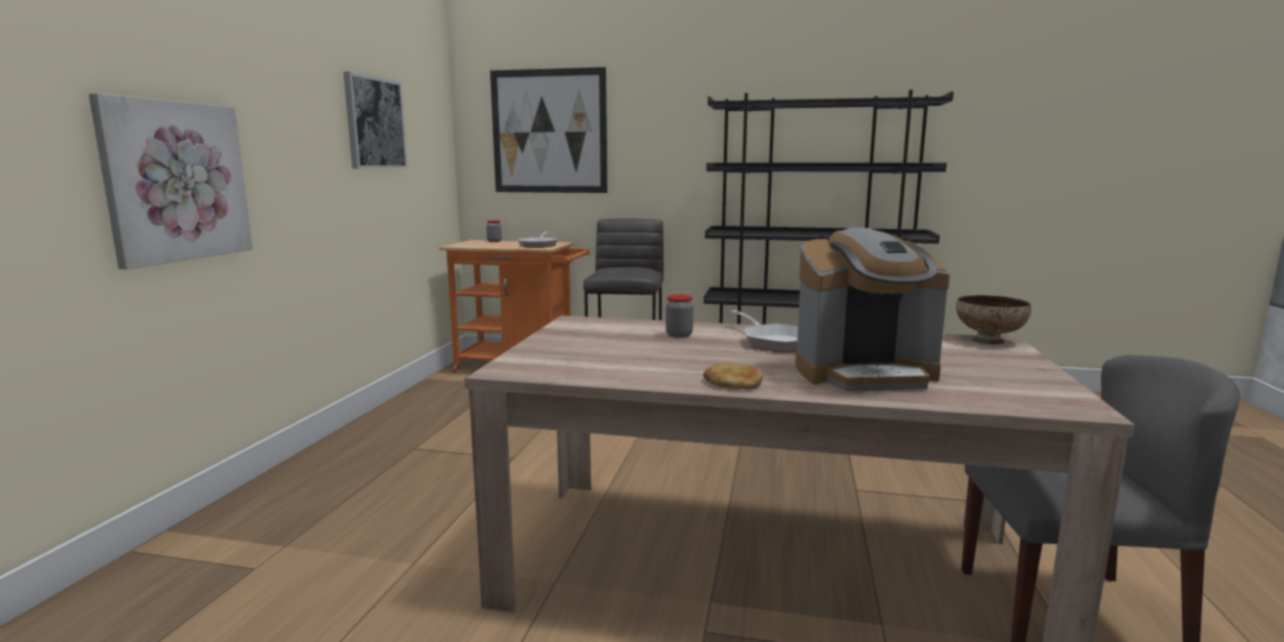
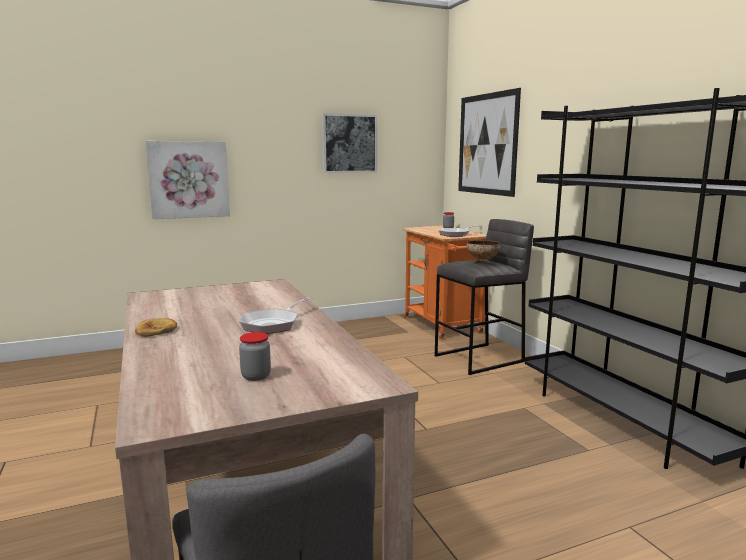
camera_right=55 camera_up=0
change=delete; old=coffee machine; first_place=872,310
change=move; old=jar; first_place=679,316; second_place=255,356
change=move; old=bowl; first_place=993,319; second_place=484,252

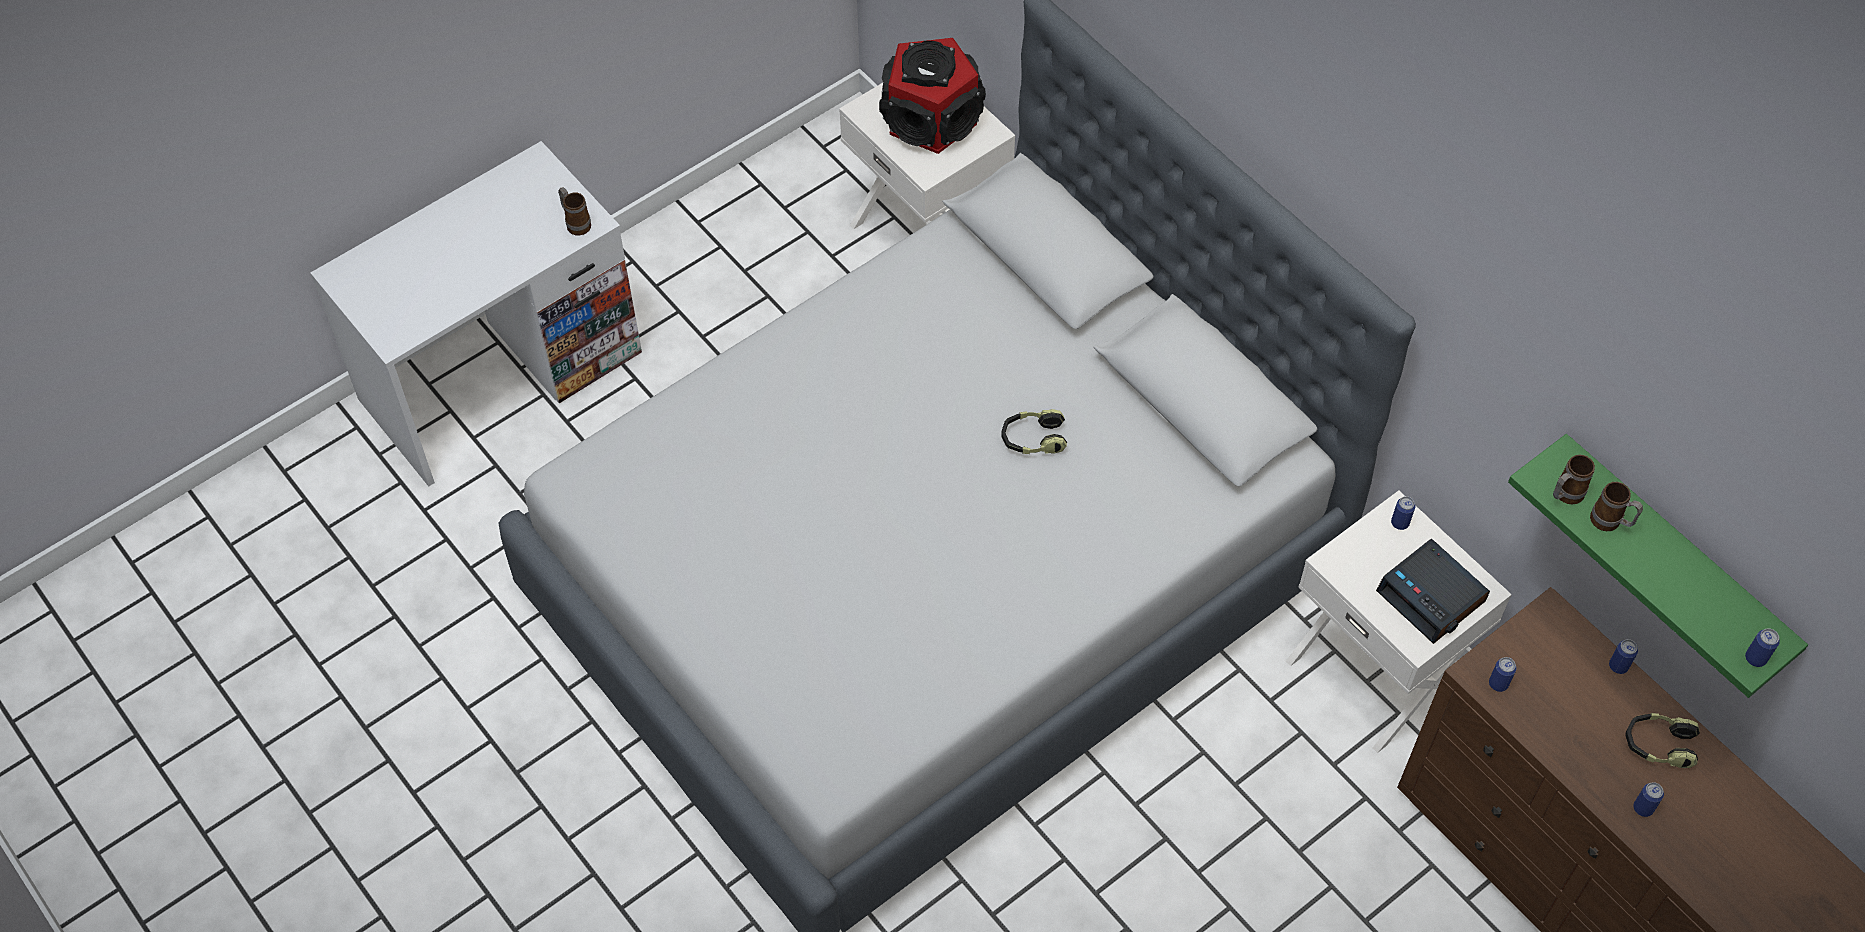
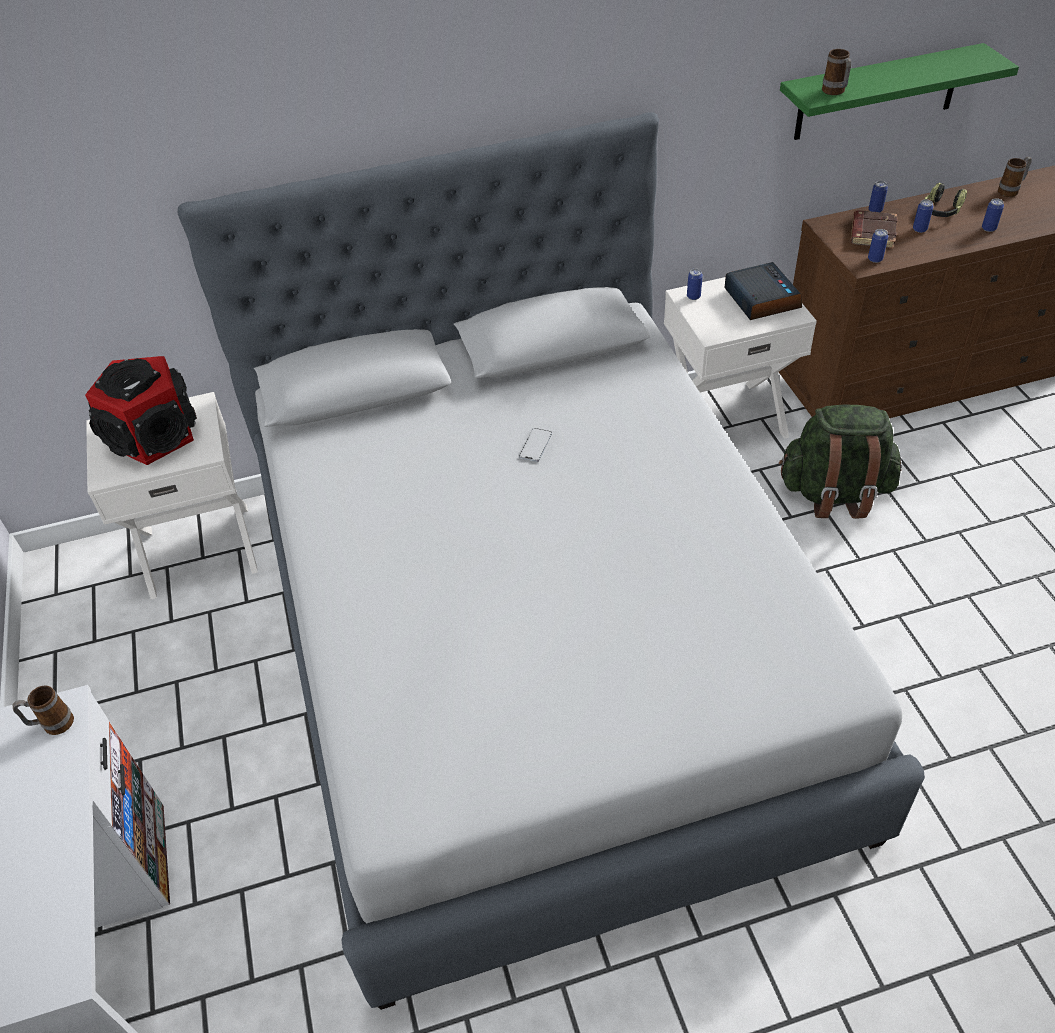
camera_right=-65 camera_up=-10
change=insert; new=backpack (green); second_place=840,462
change=insert; new=book (brown); second_place=874,229
change=move; old=mug; first_place=1616,506; second_place=1015,176
change=move; old=can; first_place=1762,647; second_place=923,216
change=replace; old=headphones; new=phone; first_place=1034,431; second_place=535,445
change=rotate; old=alarm clock; first_place=1433,591; second_place=763,291; degrees=-90

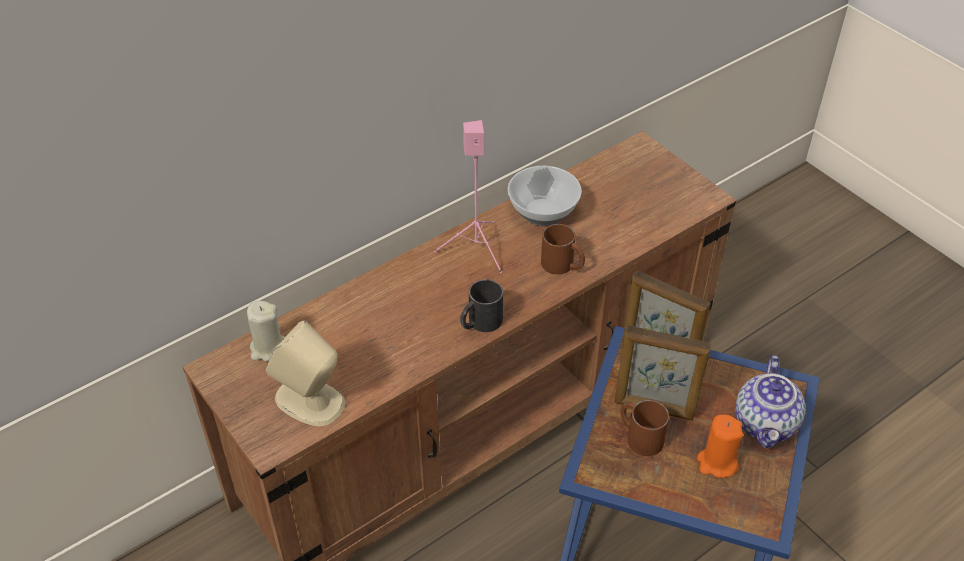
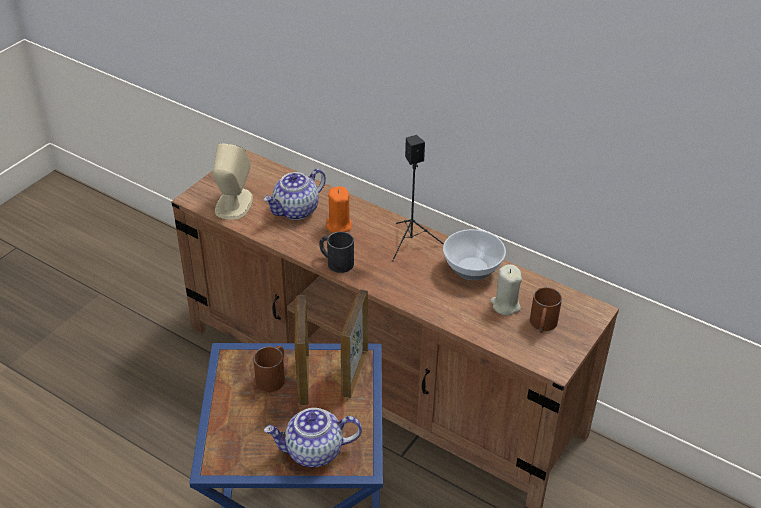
camera_right=70 camera_up=-5
change=insert; new=teapot; second_place=294,194
change=move; old=candle (beige); first_place=266,331; second_place=506,290
change=move; old=mug (brown); first_place=563,249; second_place=546,310
change=move; old=candle (orange); first_place=720,446; second_place=339,209
change=recolor; old=speaker (pink); new=speaker (black); first_place=468,196; second_place=418,198

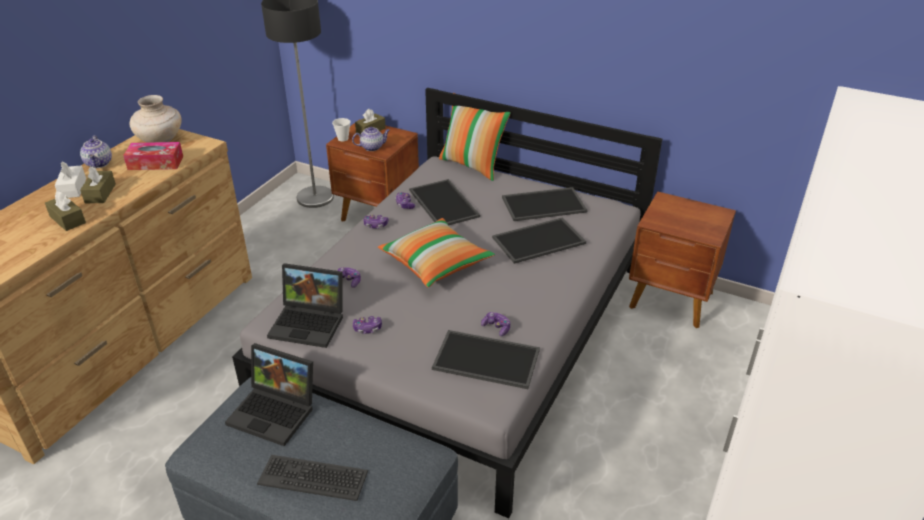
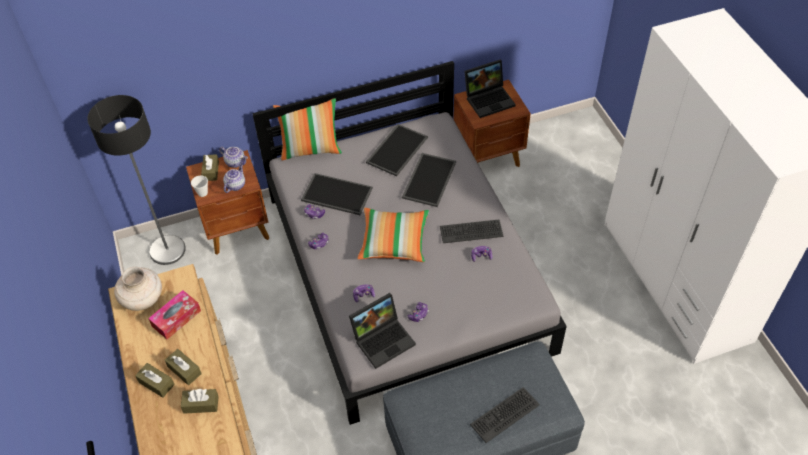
camera_right=-45 camera_up=15
change=delete; old=tray; first_place=486,359
change=insert; new=keyboard; second_place=472,231
change=move; old=teapot; first_place=96,151; second_place=233,157
change=move; old=laptop; first_place=269,394; second_place=490,89
change=recolor; old=tissue box (white); new=tissue box (brown); first_place=70,179; second_place=155,380

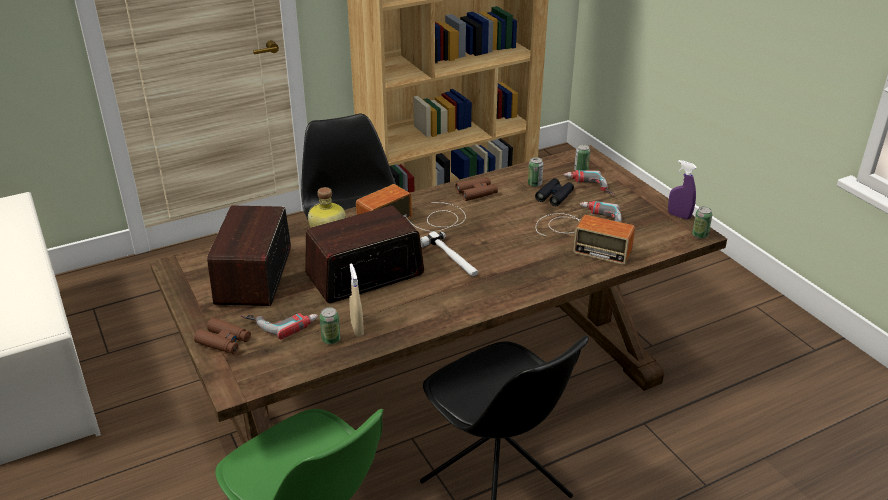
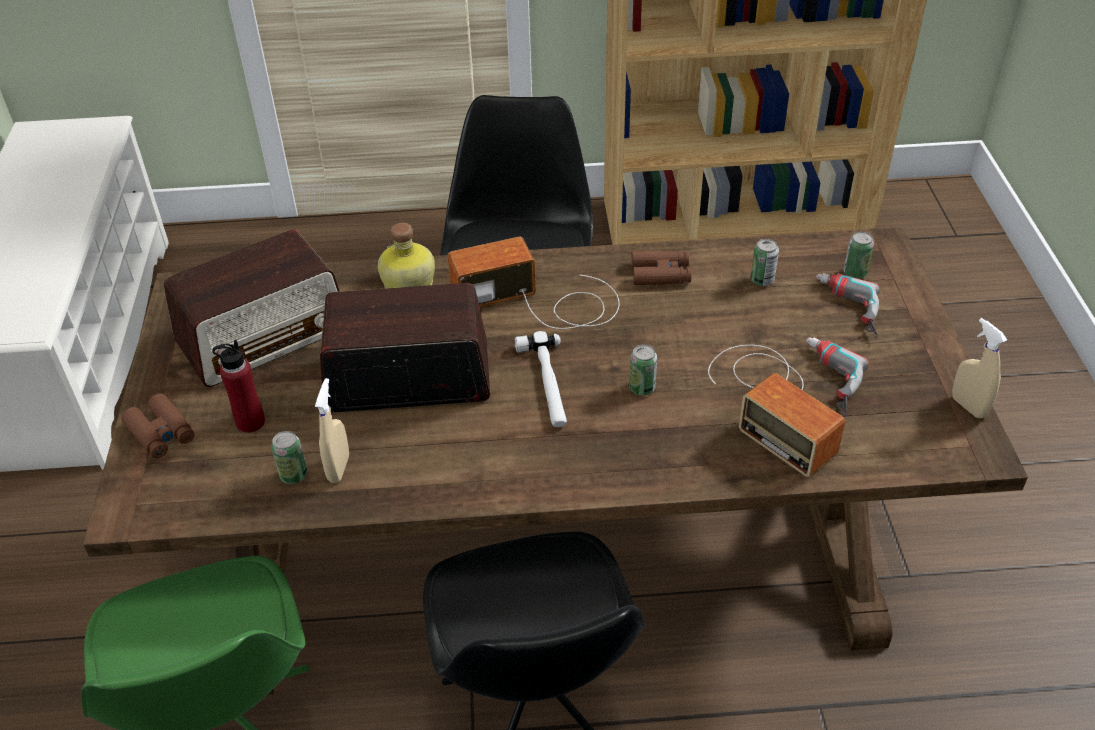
camera_right=25 camera_up=10
change=delete; old=binoculars (black); first_place=554,192
change=move; old=can; first_place=702,223; second_place=643,370
change=replace; old=power drill; new=bottle (red); first_place=279,326; second_place=238,386
change=recolor; old=spray bottle (purple); new=spray bottle (beige); first_place=682,190; second_place=979,368
change=rotate; old=radio; first_place=249,255; second_place=252,308; degrees=-150

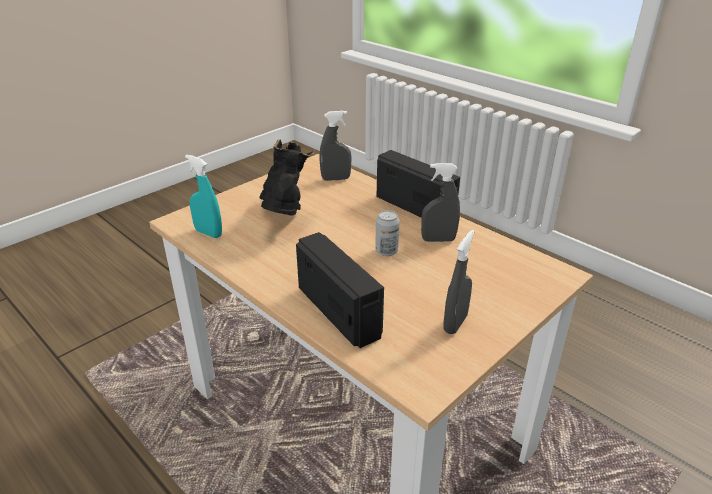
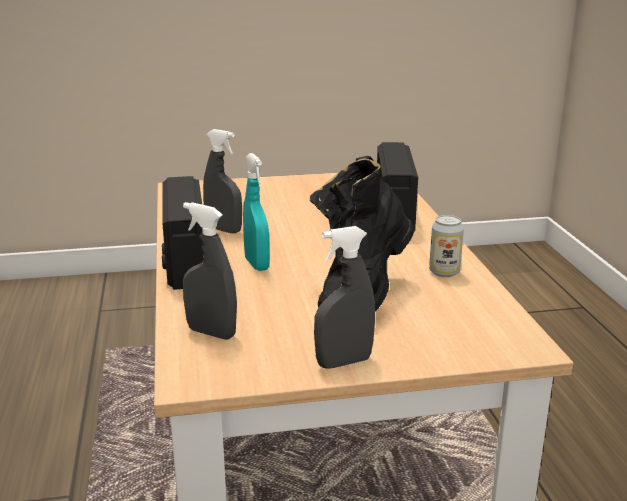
camera_right=-145 camera_up=-10
change=move; old=spray bottle (turquoise); first_place=203,196; second_place=256,212
change=move; old=can; first_place=387,233; second_place=446,246
change=move; old=spray bottle (grey); first_place=459,282; second_place=344,297

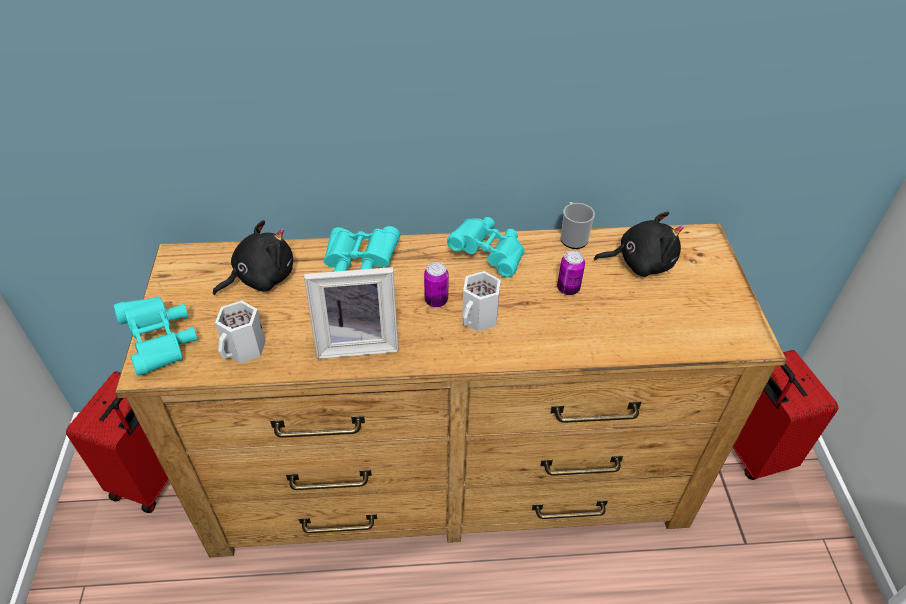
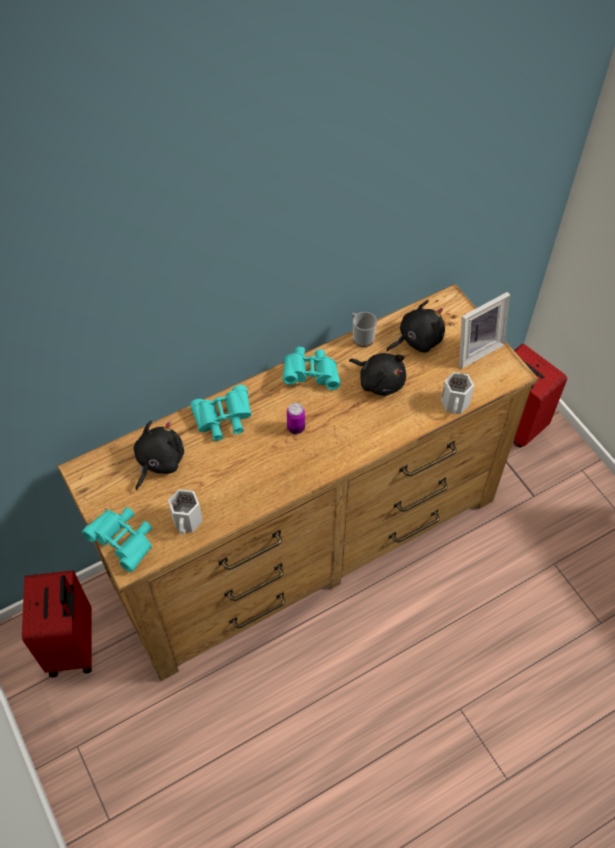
camera_right=-25 camera_up=10
change=move; old=picture frame; first_place=351,313; second_place=484,330
change=move; old=mug (white); first_place=481,301; second_place=457,393
change=replace; old=can; new=plush toy (black); first_place=571,272; second_place=377,374

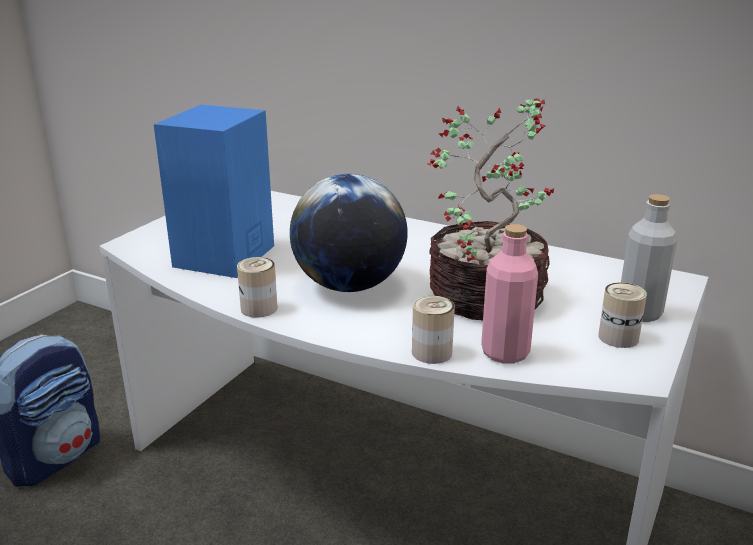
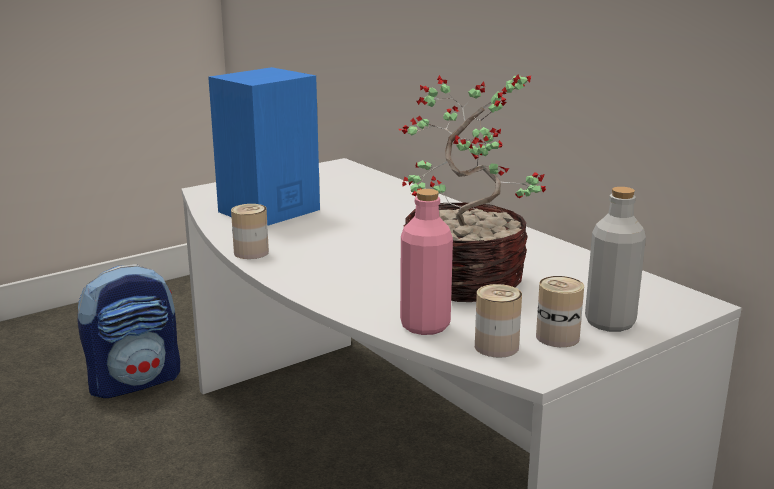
camera_right=25 camera_up=-5
change=delete; old=globe; first_place=349,233
change=move; old=can; first_place=433,330; second_place=498,321

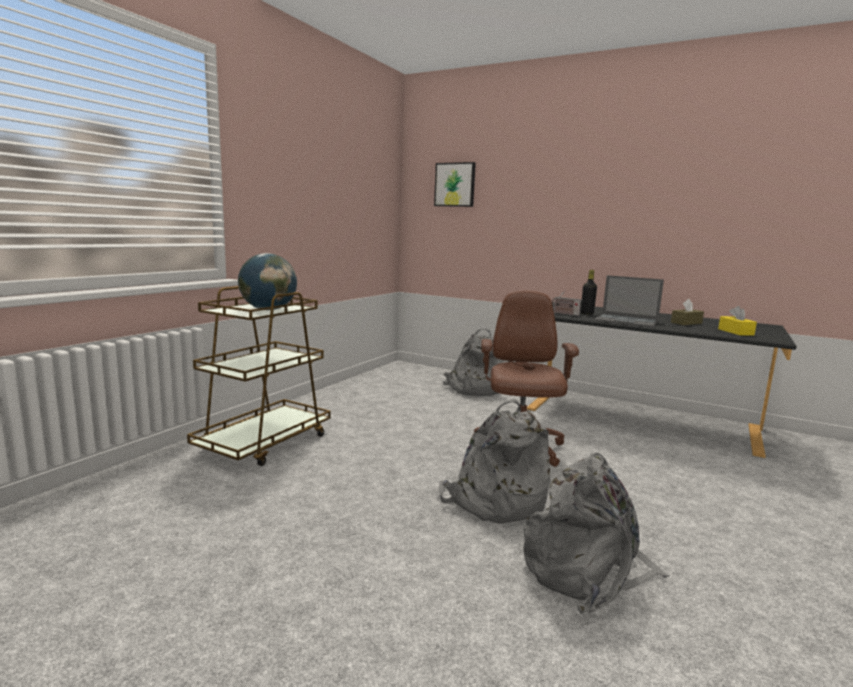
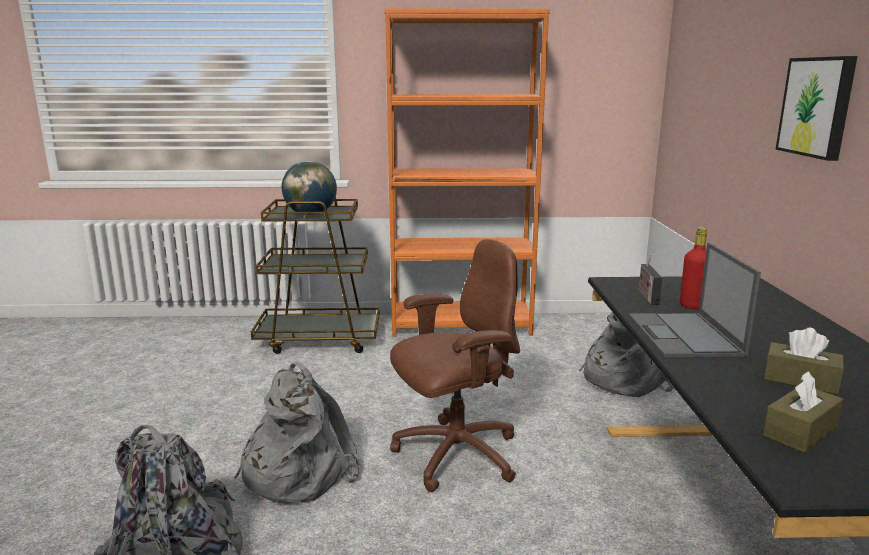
camera_right=60 camera_up=5
change=insert; new=bookcase (orange); second_place=467,172
change=move; old=picture; first_place=455,184; second_place=817,108
change=recolor; old=bottle (black); new=bottle (red); first_place=589,292; second_place=693,268
change=recolor; old=tissue box (yellow); new=tissue box (brown); first_place=737,321; second_place=803,412

